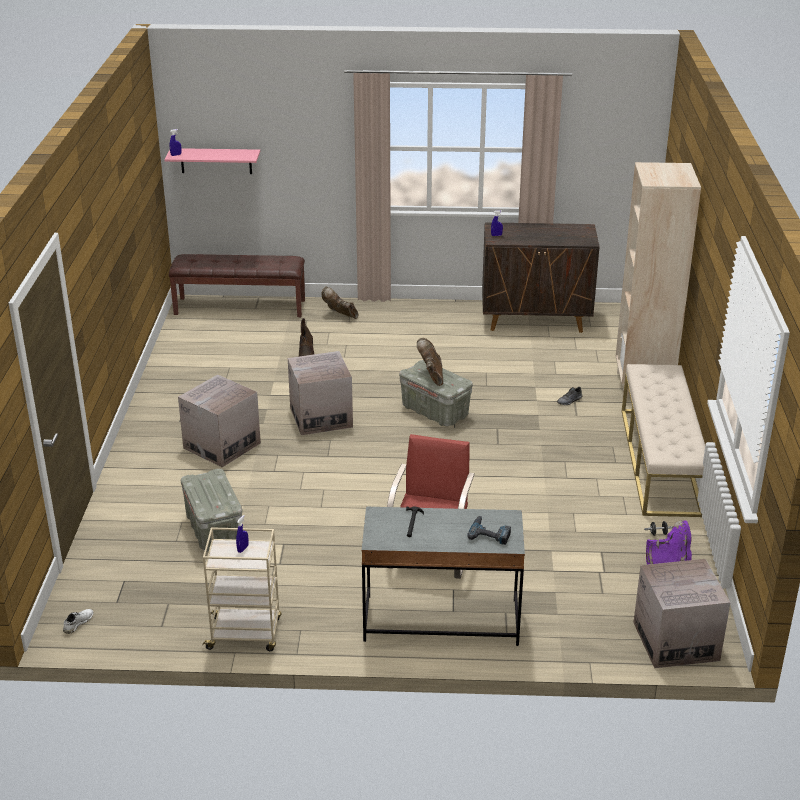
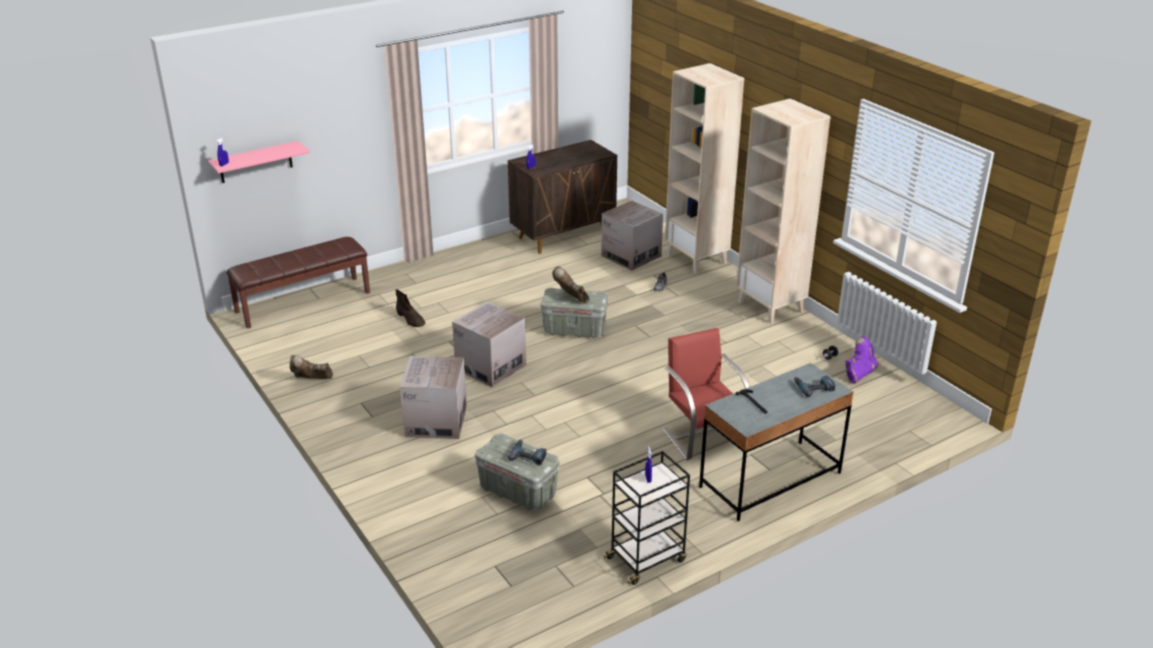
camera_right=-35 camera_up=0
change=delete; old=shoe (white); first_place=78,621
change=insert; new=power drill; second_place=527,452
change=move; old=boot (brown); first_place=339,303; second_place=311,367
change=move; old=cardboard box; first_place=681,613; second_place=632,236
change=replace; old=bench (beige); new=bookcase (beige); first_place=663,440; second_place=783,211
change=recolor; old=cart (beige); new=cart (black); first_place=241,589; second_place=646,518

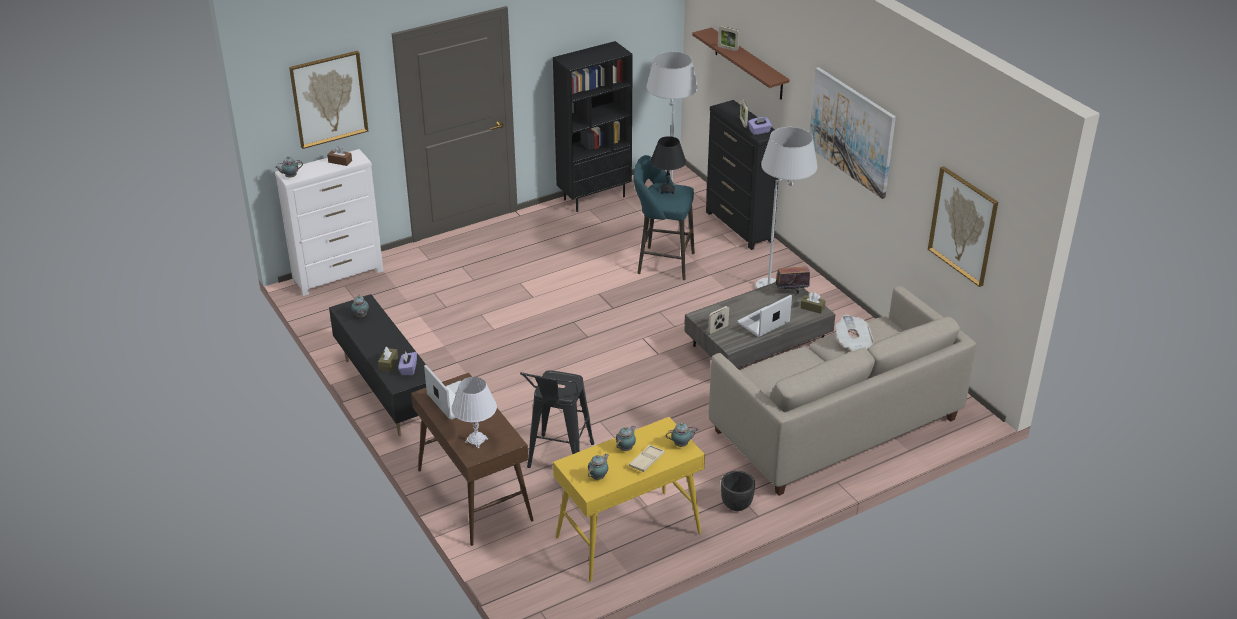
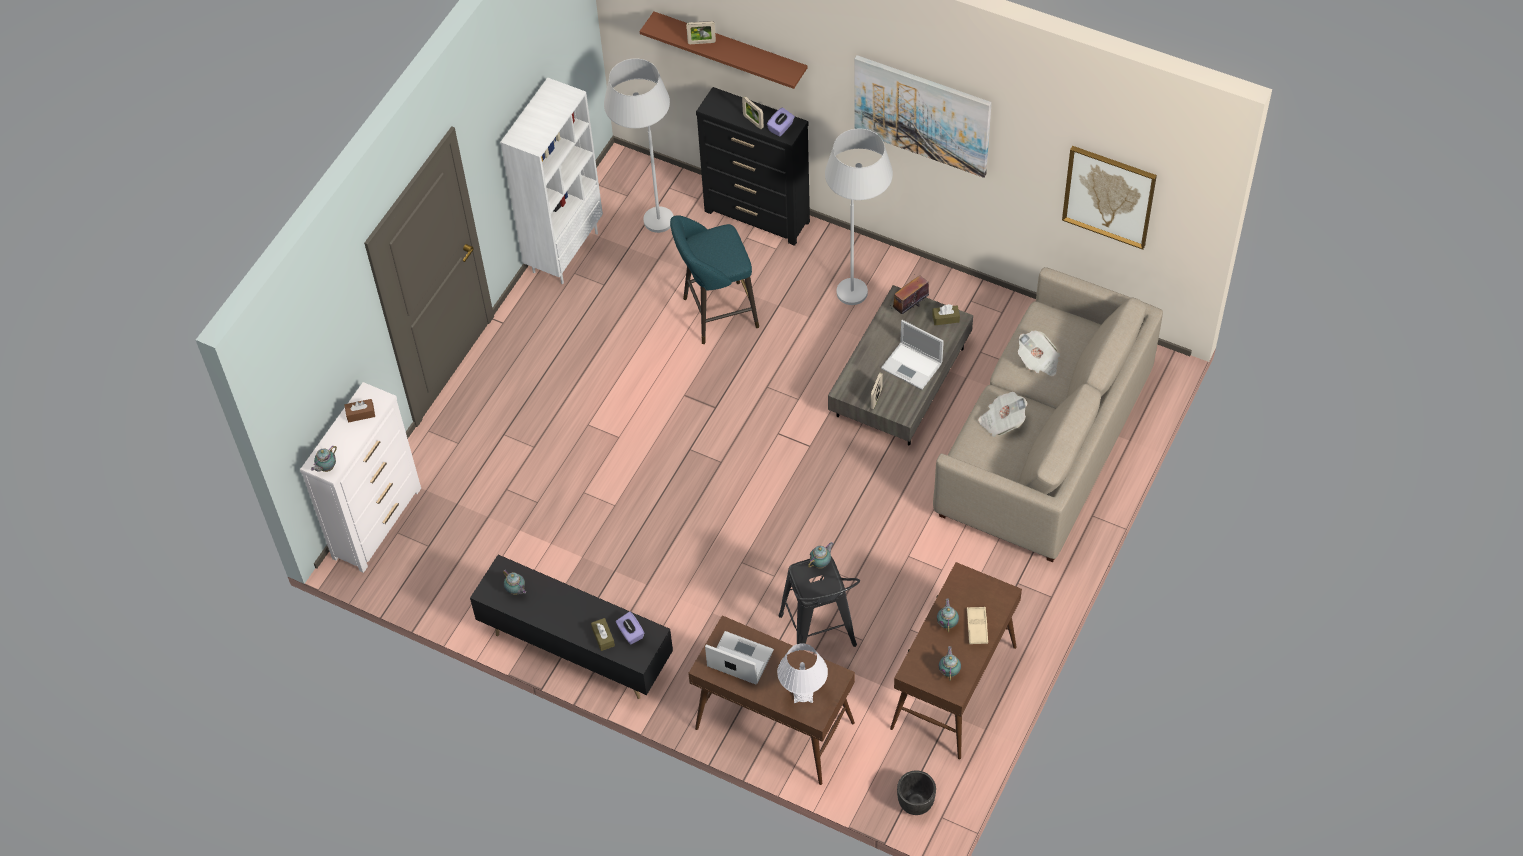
camera_right=-30 camera_up=20
change=delete; old=picture; first_place=329,100
change=delete; old=table lamp (black); first_place=668,165
change=insert; new=newspaper; second_place=1003,414
change=move; old=teapot; first_place=682,435; second_place=821,555
change=move; old=planter (black); first_place=738,491; second_place=916,792
change=recolor; old=bookcase (black); new=bookcase (white); first_place=593,126; second_place=551,181
change=recolor; old=console table (yellow); new=console table (brown); first_place=629,499; second_place=956,660
change=rotate; old=laptop; first_place=764,316; second_place=912,354; degrees=-75

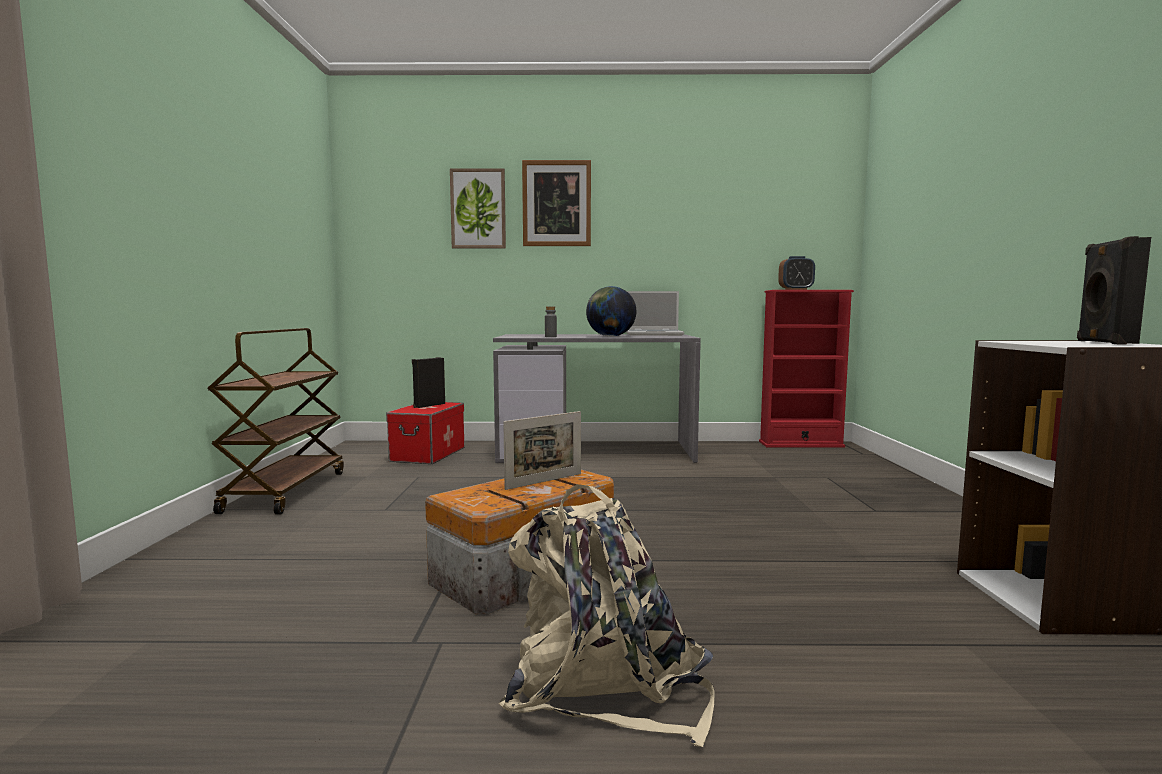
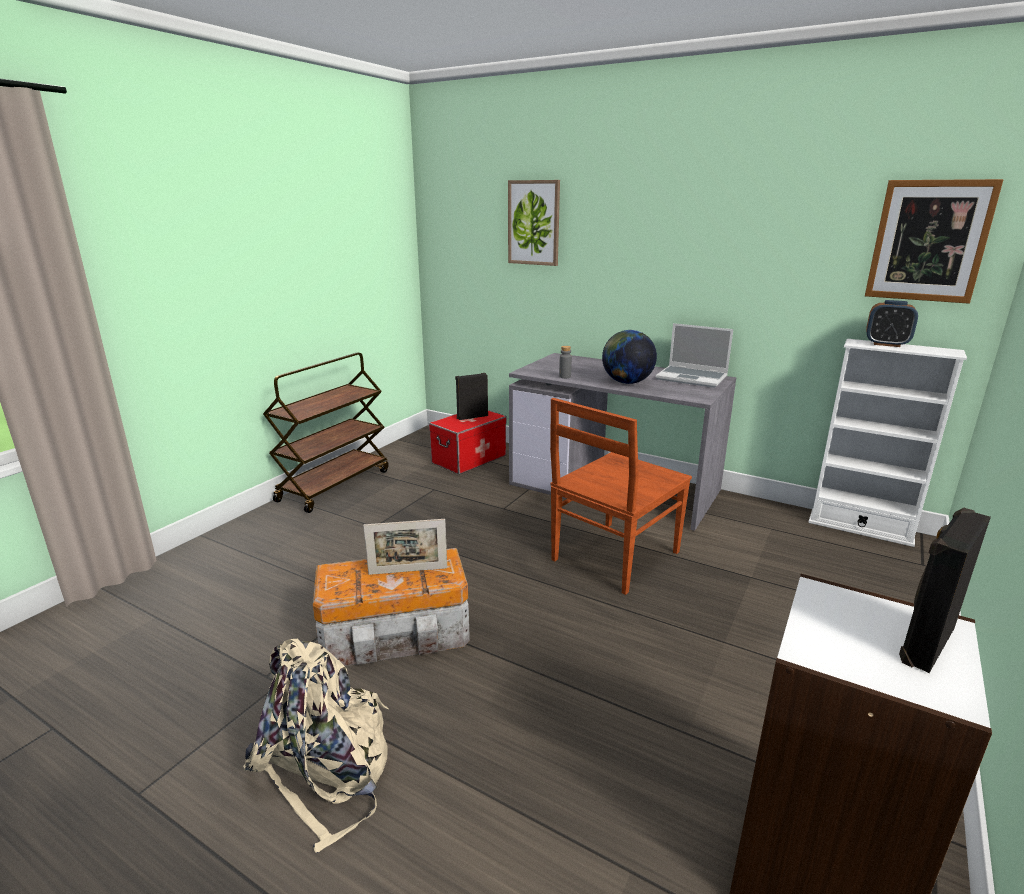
camera_right=30 camera_up=15
change=insert; new=chair (brown); second_place=621,496
change=move; old=picture; first_place=556,203; second_place=934,241
change=recolor; old=bookcase (red); new=bookcase (white); first_place=806,369; second_place=887,443

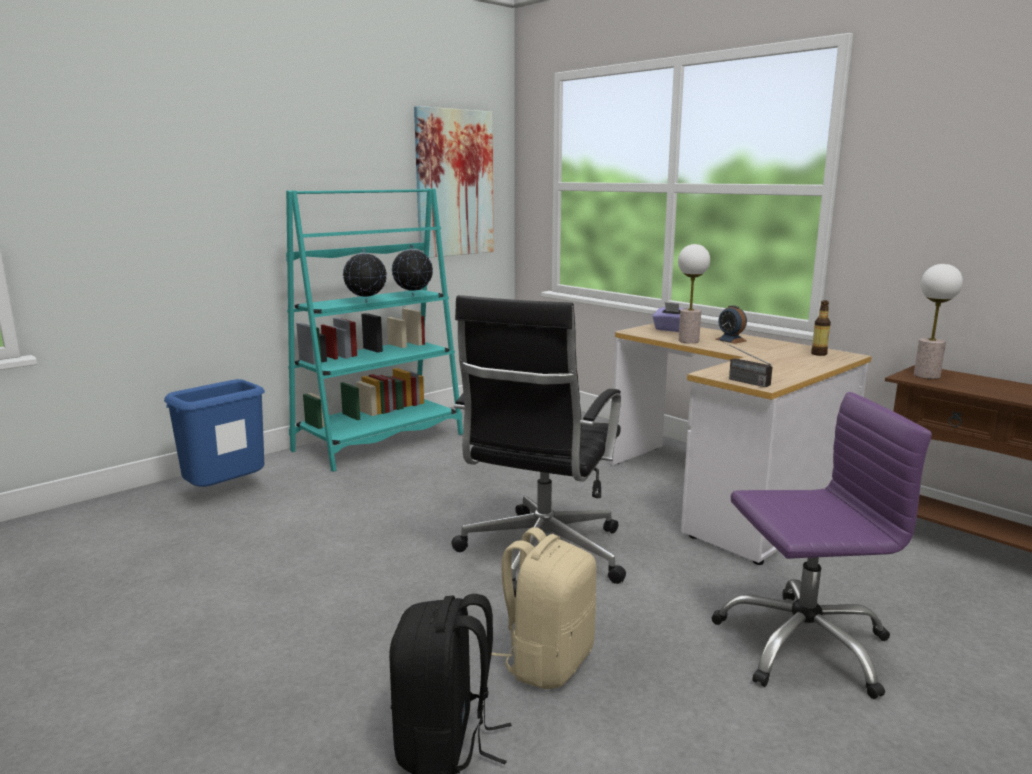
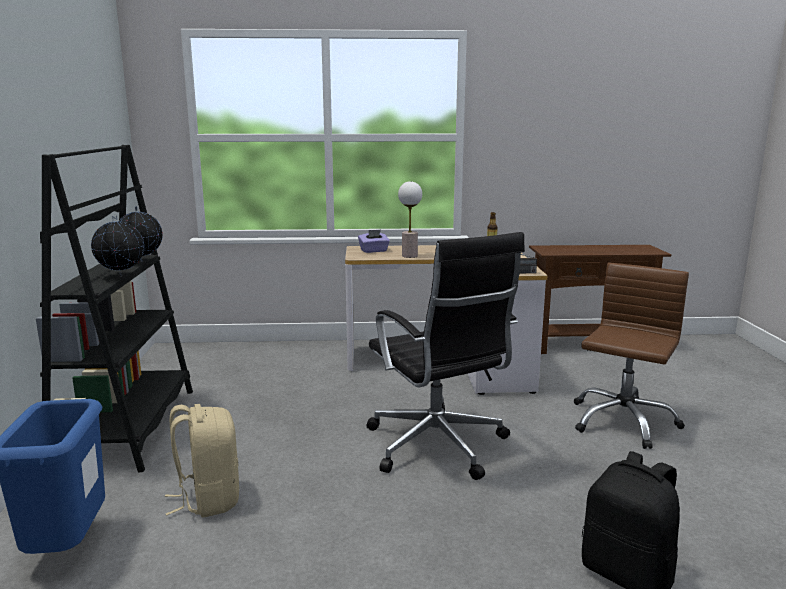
camera_right=-50 camera_up=0
change=delete; old=picture; first_place=454,182
change=delete; old=alarm clock; first_place=731,324
change=delete; old=table lamp; first_place=938,321
change=move; old=backpack (beige); first_place=544,608; second_place=202,461
change=recolor; old=bookcase (turquoise); new=bookcase (black); first_place=374,330; second_place=114,309
change=recolor; old=office chair (purple); new=office chair (brown); first_place=821,545; second_place=631,356

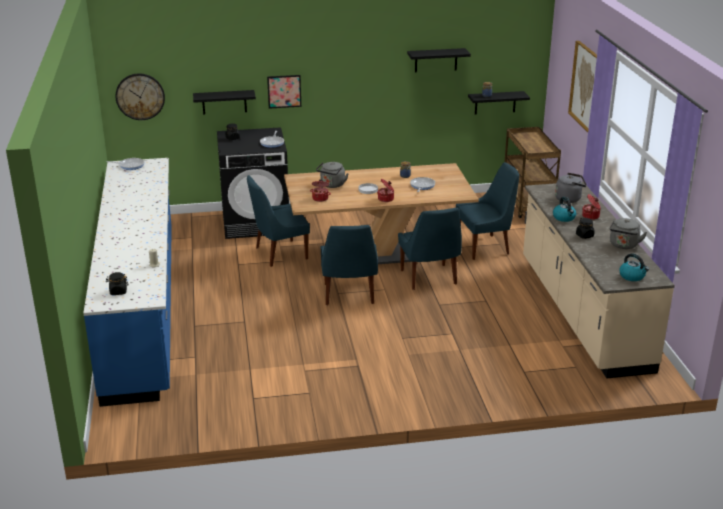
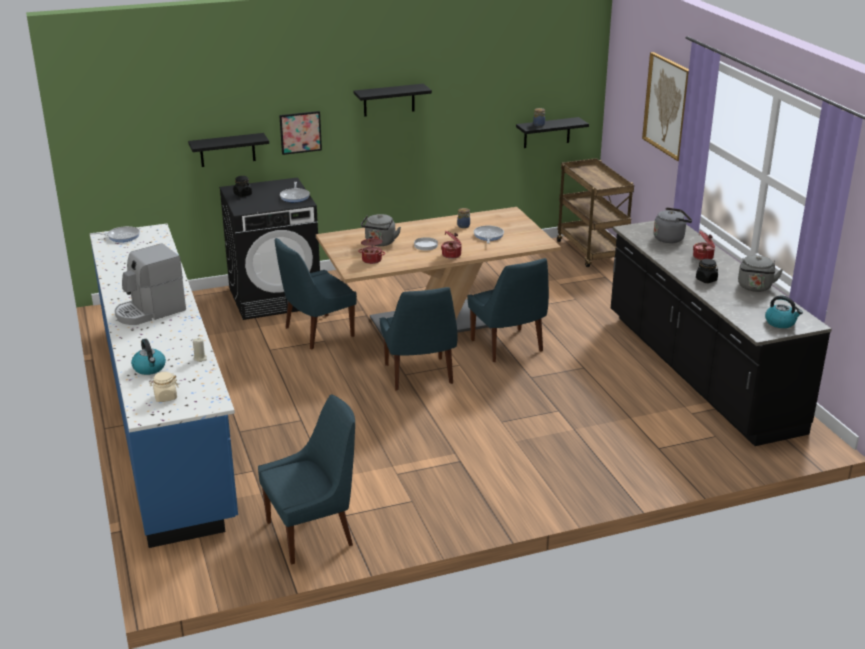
camera_right=-10 camera_up=0
change=delete; old=wall clock; first_place=140,96
change=insert; new=coffee machine; second_place=150,284
change=move; old=shelf (black); first_place=439,60; second_place=392,100
change=move; old=chair (blue); first_place=487,211; second_place=306,479
change=move; old=kettle; first_place=564,209; second_place=148,357
change=recolor; old=jar (black); new=jar (beige); first_place=117,283; second_place=164,387
change=recolor; old=counter (beige); new=counter (black); first_place=599,280; second_place=721,333

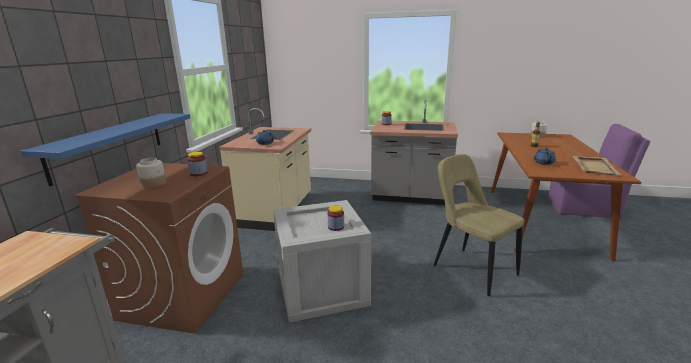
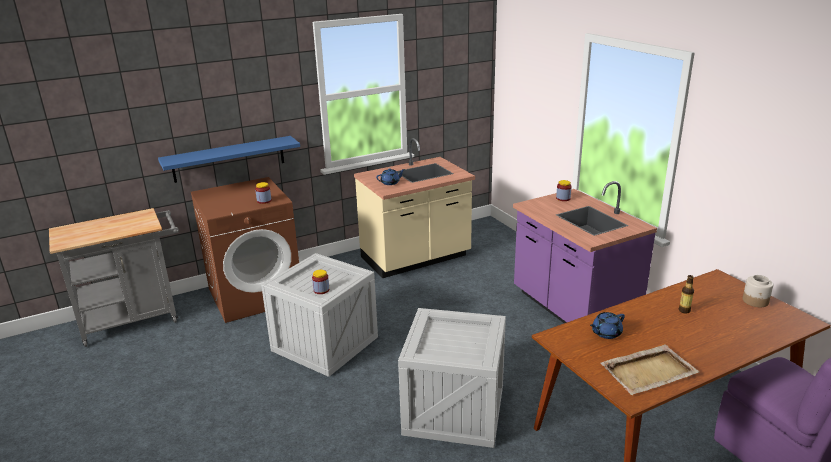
camera_right=50 camera_up=5
change=delete; old=jar; first_place=151,173
change=replace; old=chair (beige); new=crate; first_place=479,225; second_place=452,378
change=recolor; old=counter (grey); new=counter (purple); first_place=414,152; second_place=585,252

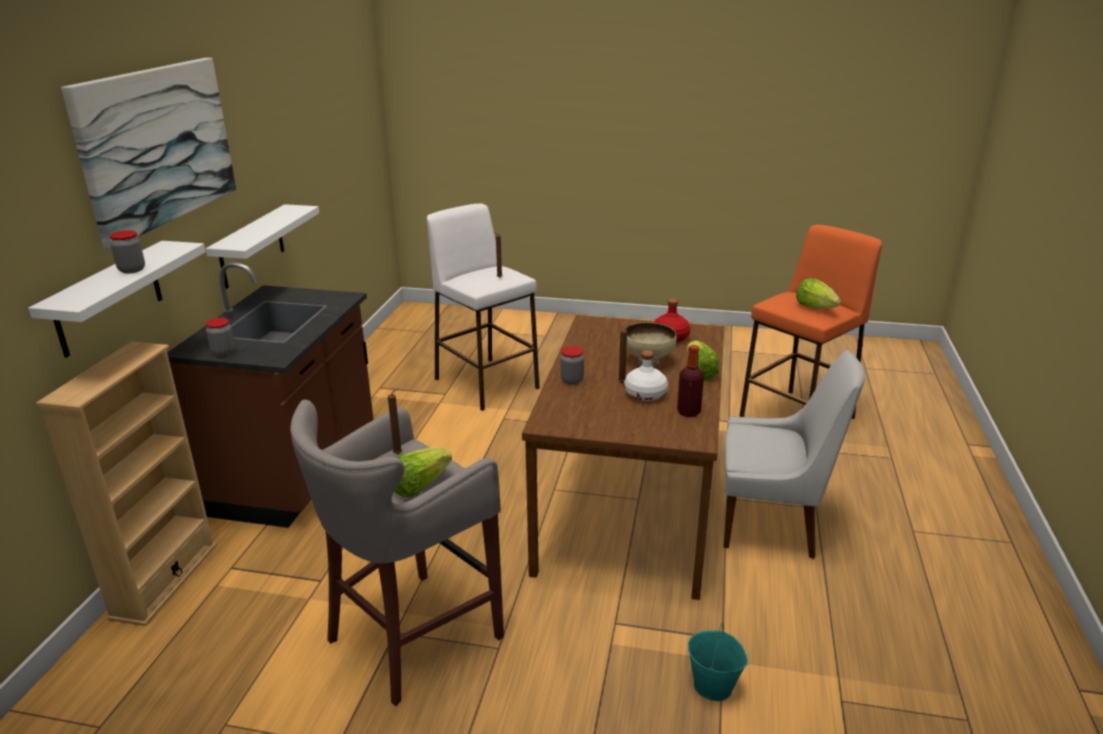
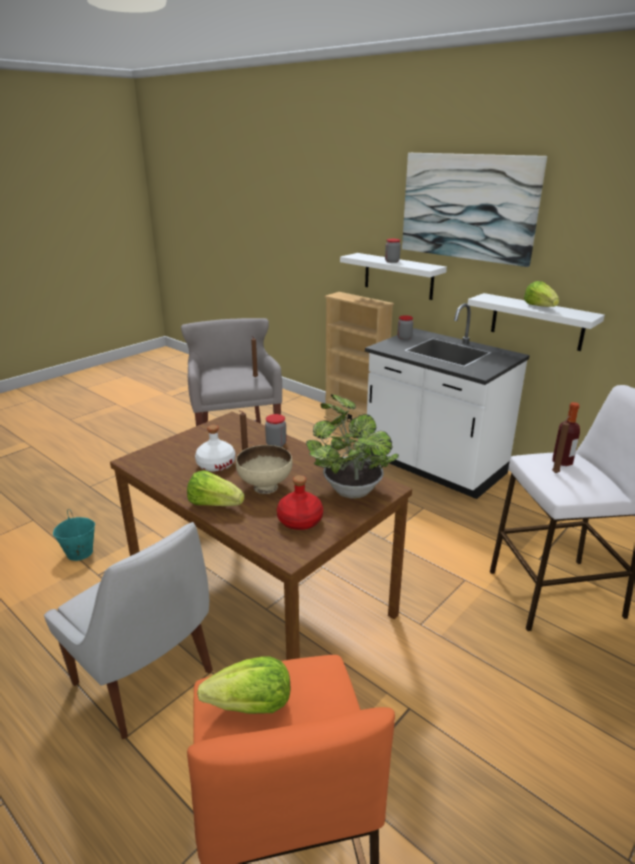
camera_right=120 camera_up=0
change=insert; new=potted plant; second_place=352,446
change=move; old=lettuce; first_place=423,473; second_place=541,294
change=move; old=bottle; first_place=690,381; second_place=566,434
change=recolor; old=counter (brown); new=counter (white); first_place=270,395; second_place=447,401
change=rotate; old=chair (white); first_place=794,454; second_place=128,630; degrees=-90

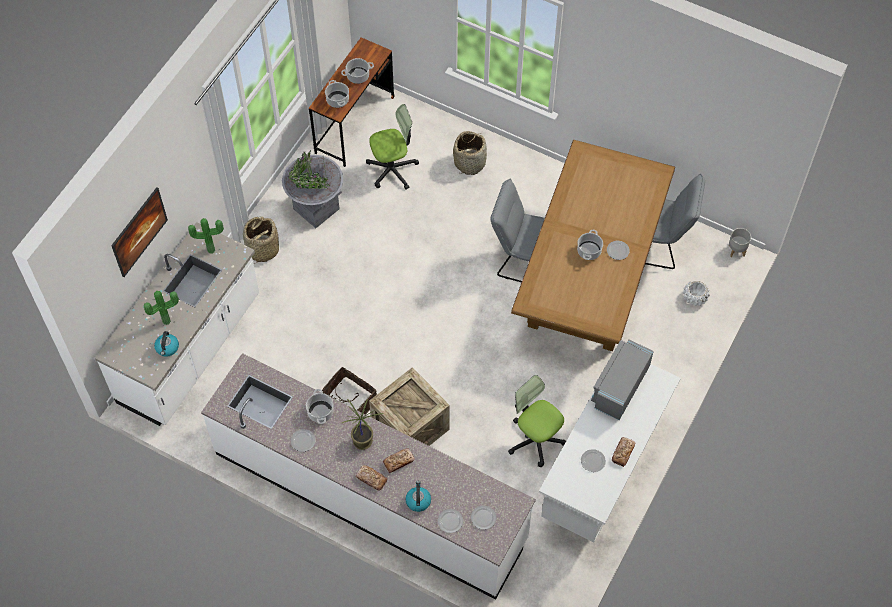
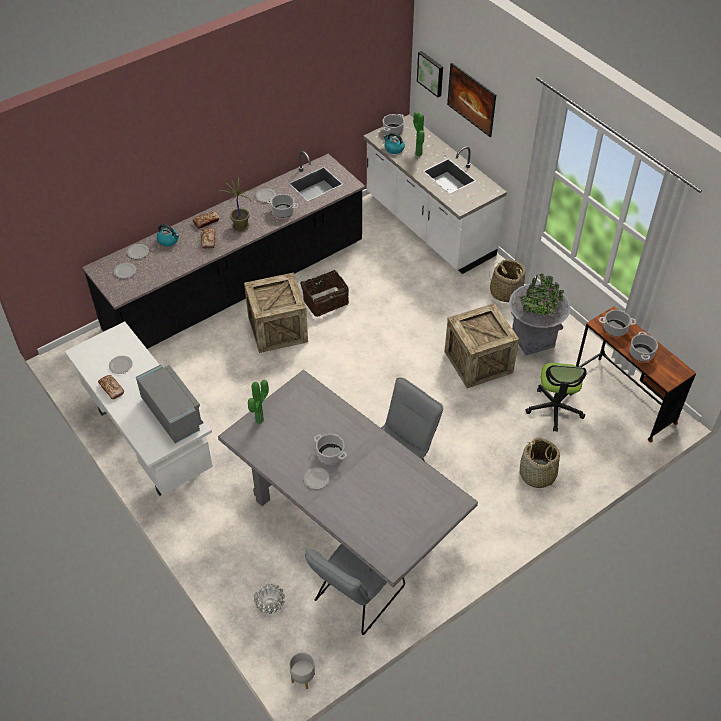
camera_right=115 camera_up=-10
change=delete; old=office chair; first_place=537,421
change=insert; new=cooking pot; second_place=393,125
change=insert; new=picture; second_place=430,74
change=insert; new=crate; second_place=481,345
change=move; old=potted plant; first_place=206,236; second_place=258,402
change=recolor; old=counter (white); new=counter (black); first_place=368,476; second_place=223,250
change=recolor; old=dining table (brown); new=dining table (grey); first_place=593,245; second_place=348,478

